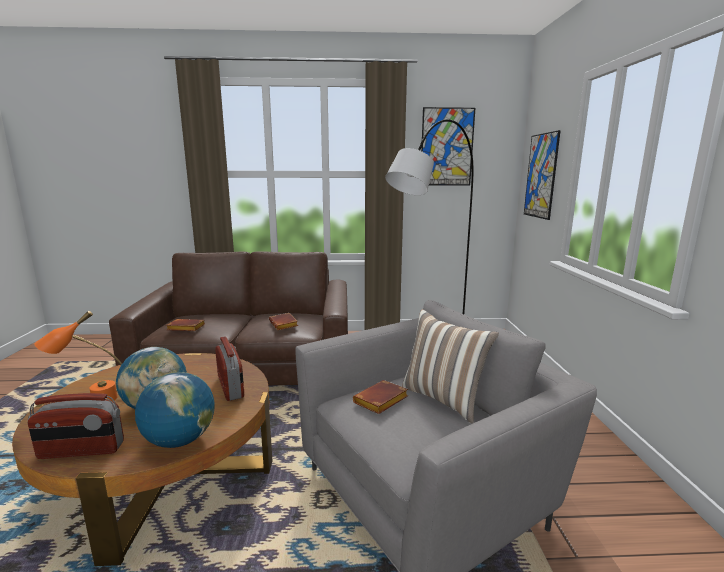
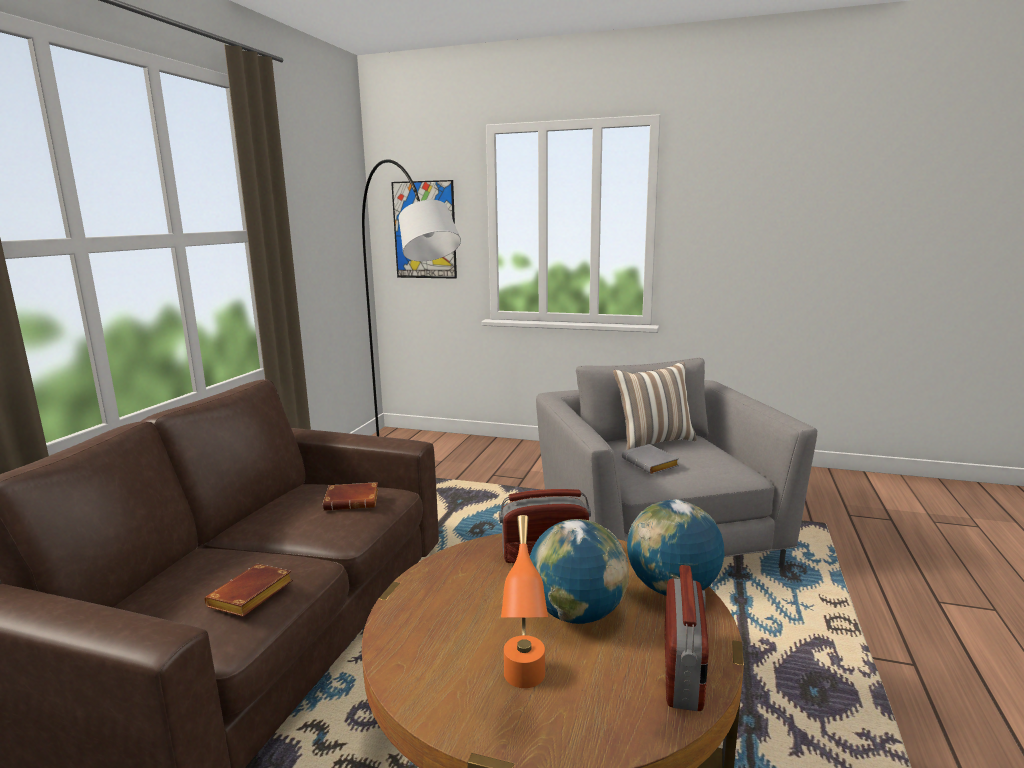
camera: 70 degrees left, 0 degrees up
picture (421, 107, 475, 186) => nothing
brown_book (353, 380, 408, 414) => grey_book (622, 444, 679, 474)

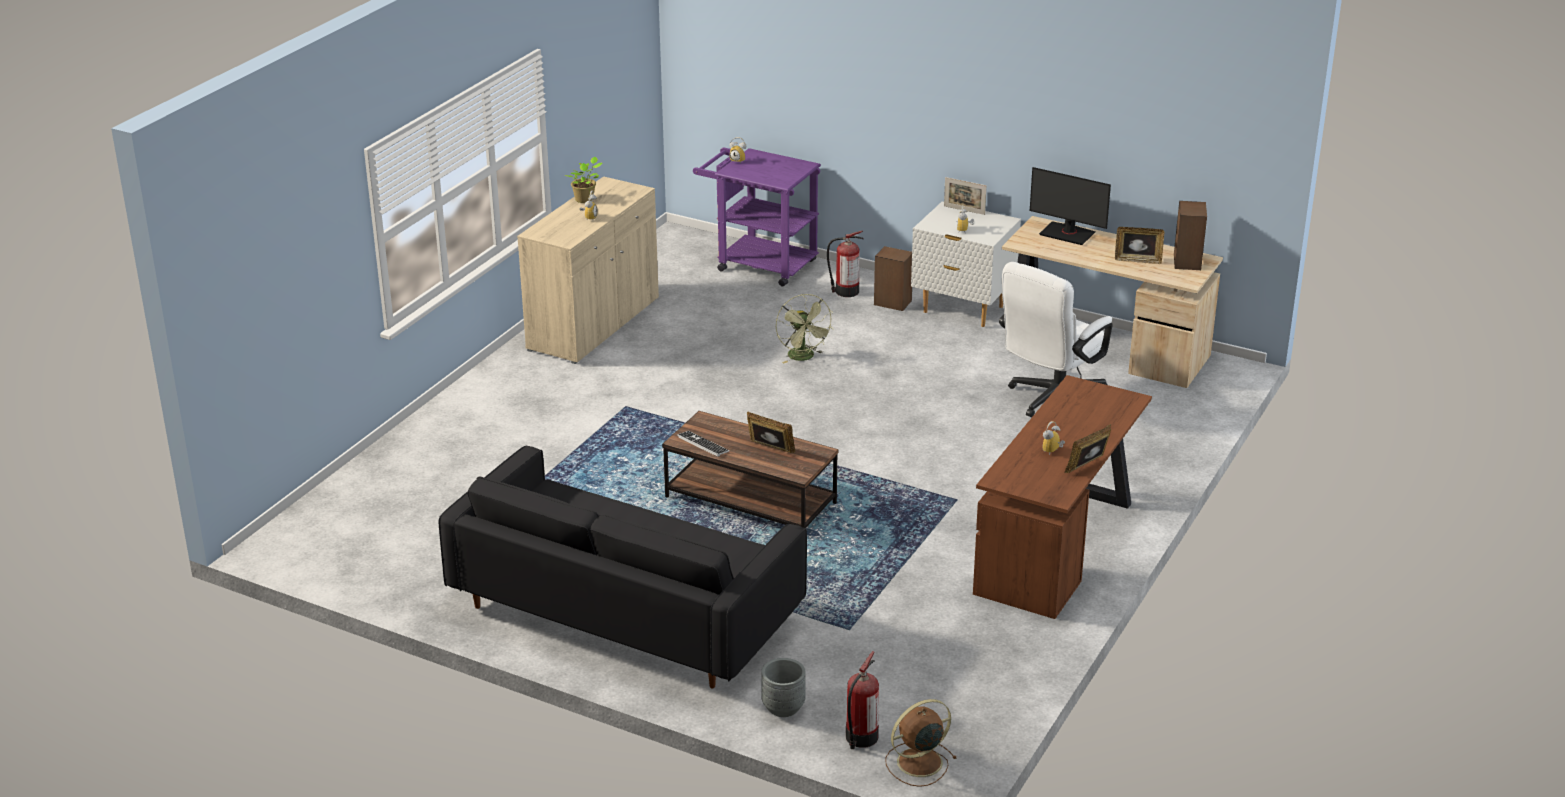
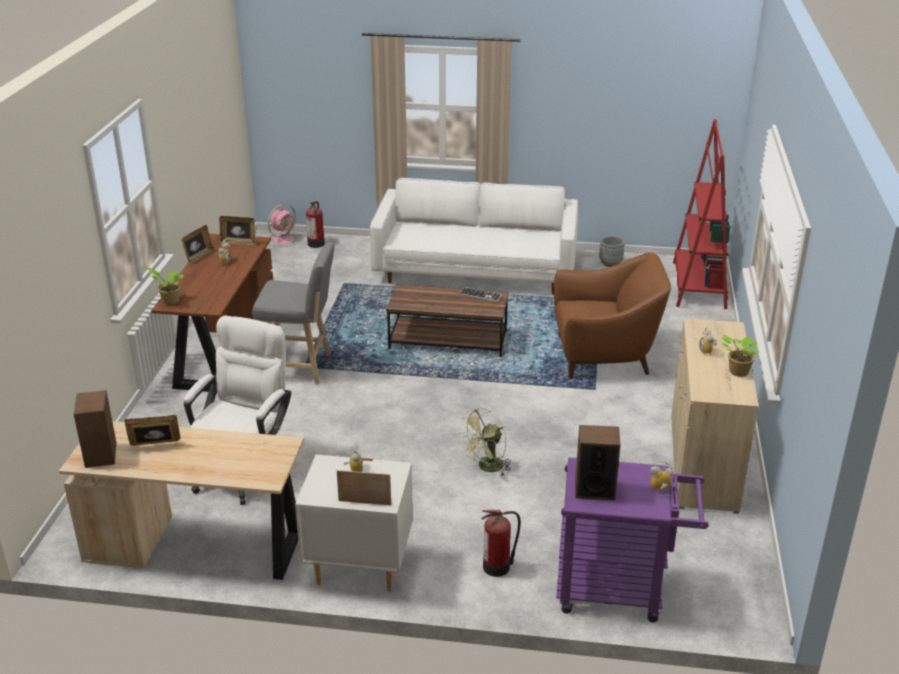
camera: 160 degrees right, 0 degrees up
monitor (1030, 167, 1111, 245) => nothing
nothing => potted_plant (147, 268, 184, 305)
nothing => grey_stool (252, 242, 334, 384)
nothing => brown_armchair (554, 252, 671, 379)
nothing => red_bookcase (673, 119, 730, 309)
picture_frame (747, 412, 795, 453) => picture_frame (219, 216, 255, 246), move
grey_planter (761, 658, 806, 717) => grey_planter (599, 236, 625, 267), move
speaker (874, 246, 912, 311) => speaker (575, 425, 621, 500), move
black_sofa (439, 445, 807, 689) => white_sofa (370, 178, 578, 295)
brown_fan (885, 699, 957, 787) => pink_fan (268, 203, 301, 247)
green_fan (776, 294, 834, 363) => green_fan (460, 408, 511, 475), 90 degrees counterclockwise

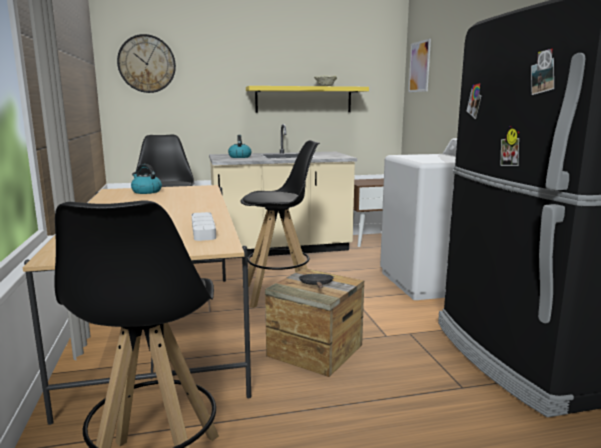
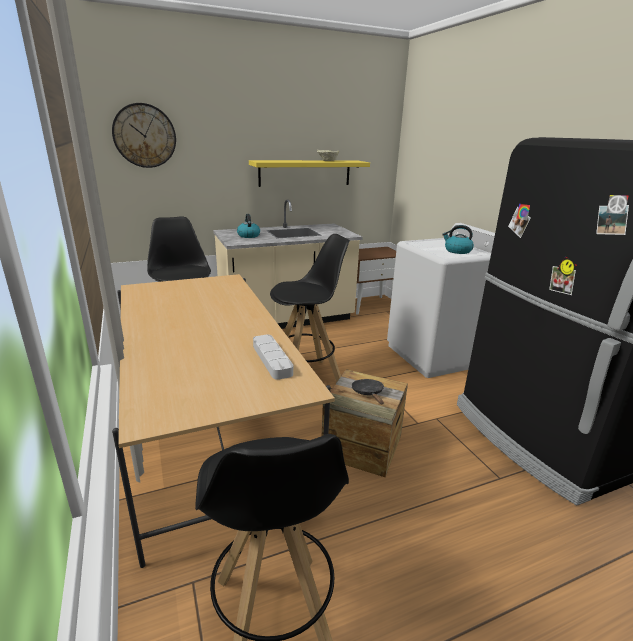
camera: 10 degrees left, 10 degrees up
picture (408, 39, 431, 92) => nothing
kettle (131, 164, 162, 194) => kettle (442, 225, 474, 254), move

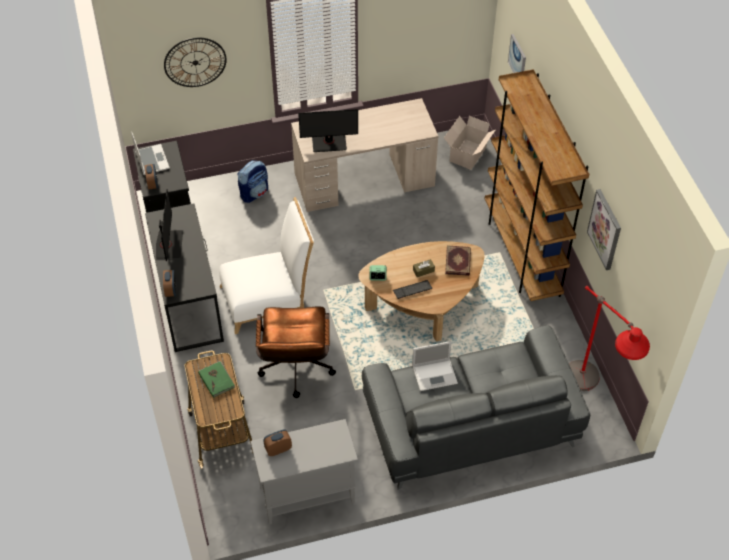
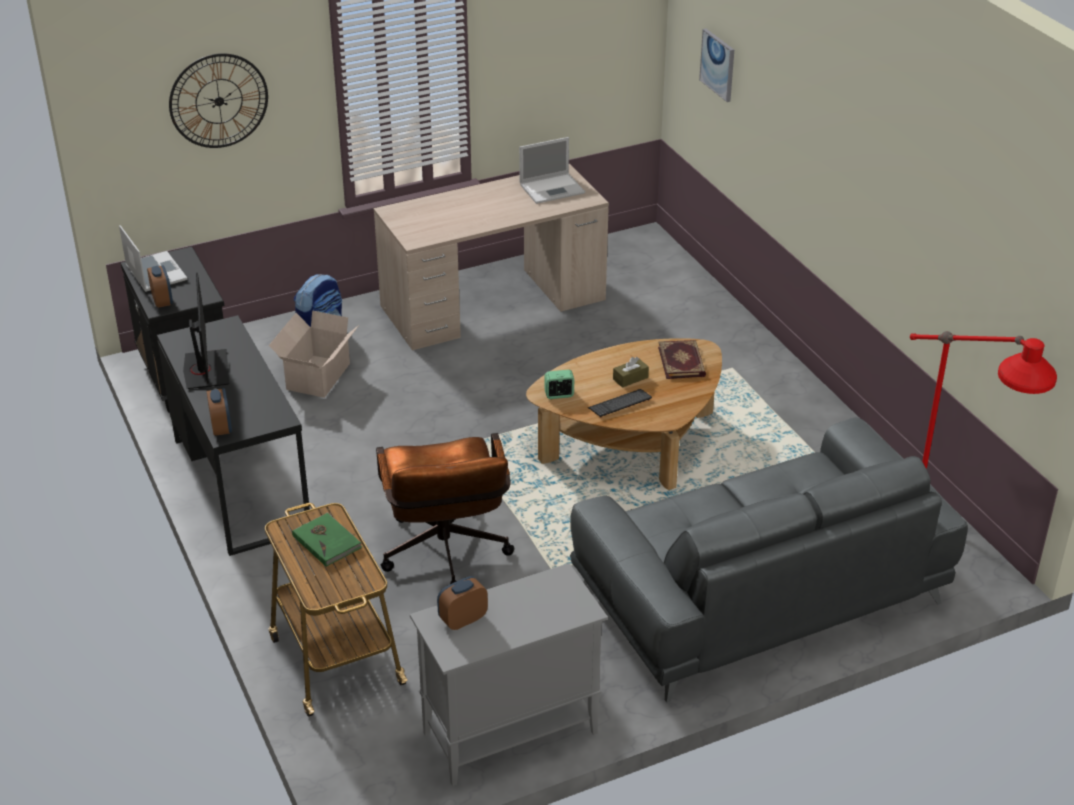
camera: 10 degrees left, 15 degrees down
white_chair (219, 197, 314, 334) => nothing
monitor (298, 109, 358, 152) => nothing
brown_bookcase (485, 69, 589, 301) => nothing
picture (587, 189, 621, 270) => nothing
laptop (412, 341, 458, 391) => laptop (519, 137, 585, 204), move
cardboard_box (444, 116, 496, 170) => cardboard_box (269, 310, 359, 398), move

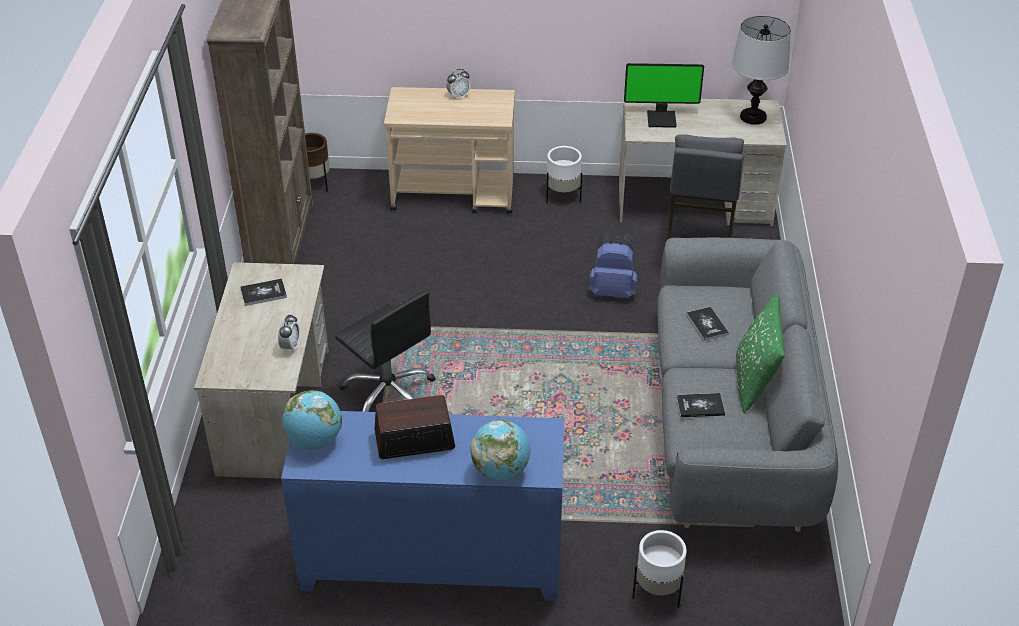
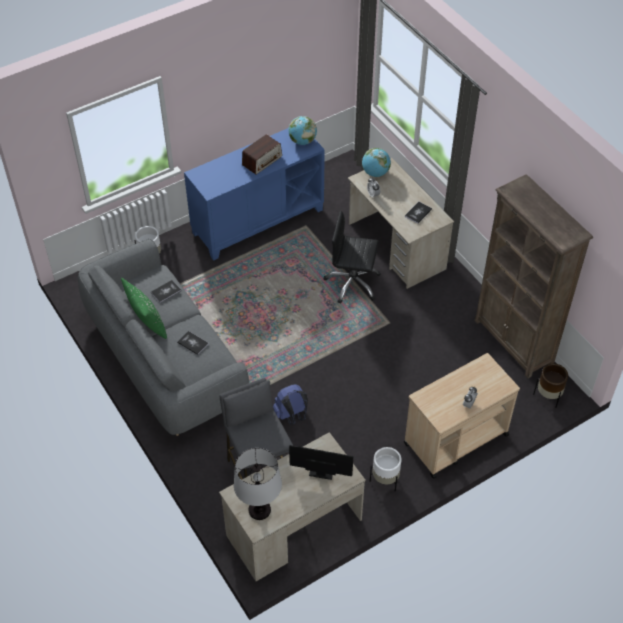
camera: 145 degrees right, 10 degrees up
globe (470, 420, 531, 480) => globe (362, 148, 391, 177), move
monitor (624, 63, 704, 128) => monitor (289, 445, 353, 480), 45 degrees clockwise

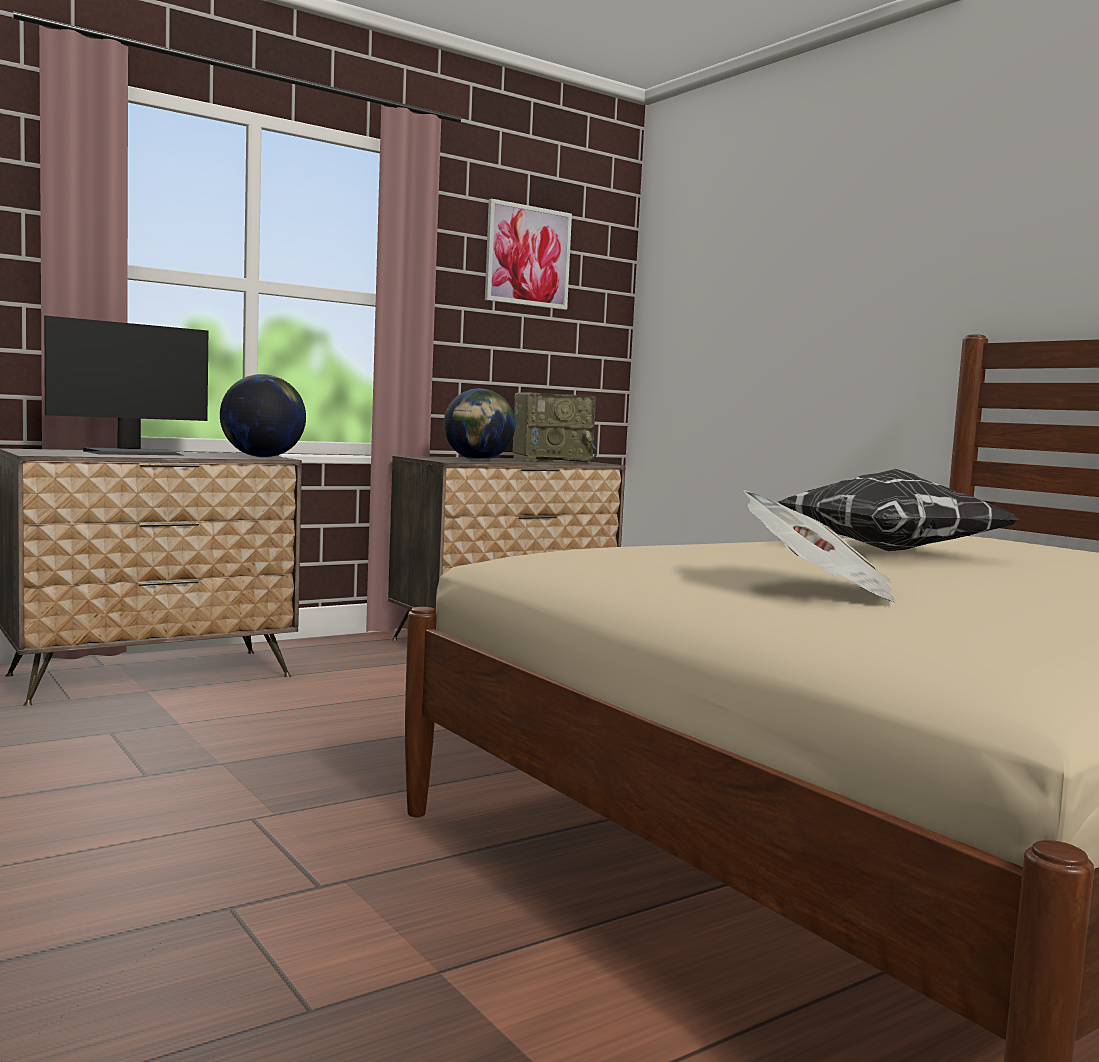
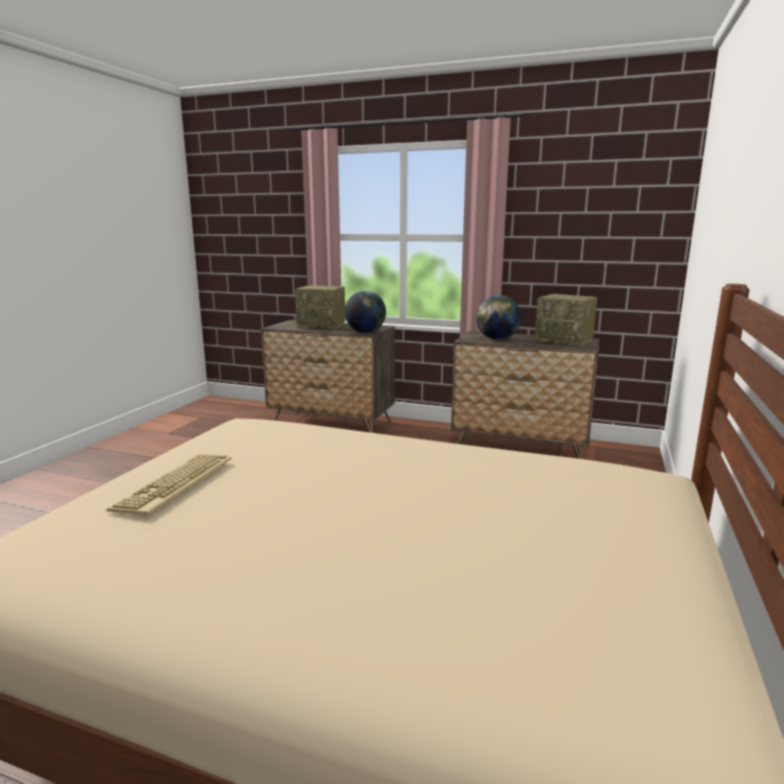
camera: 55 degrees right, 10 degrees up
picture (485, 199, 572, 310) => nothing
pillow (778, 469, 1018, 551) => nothing
monitor (44, 316, 208, 455) => radio (295, 285, 345, 330)
newspaper (743, 490, 897, 602) => keyboard (106, 454, 231, 515)

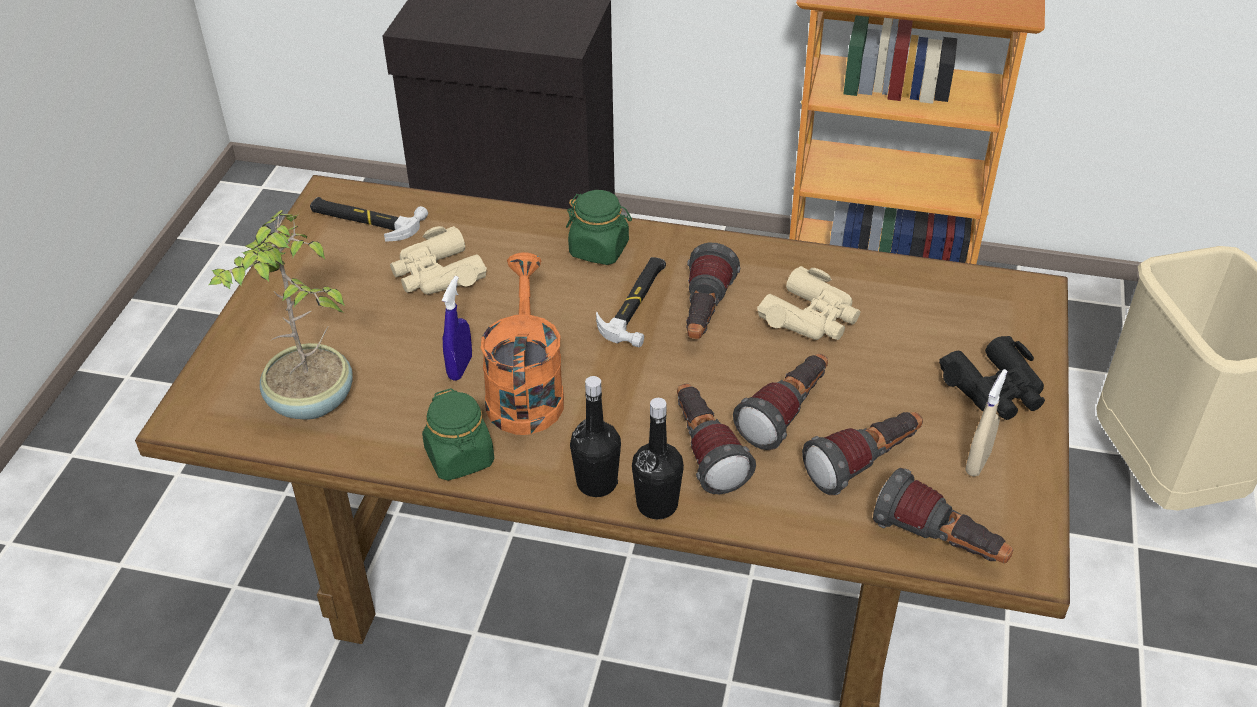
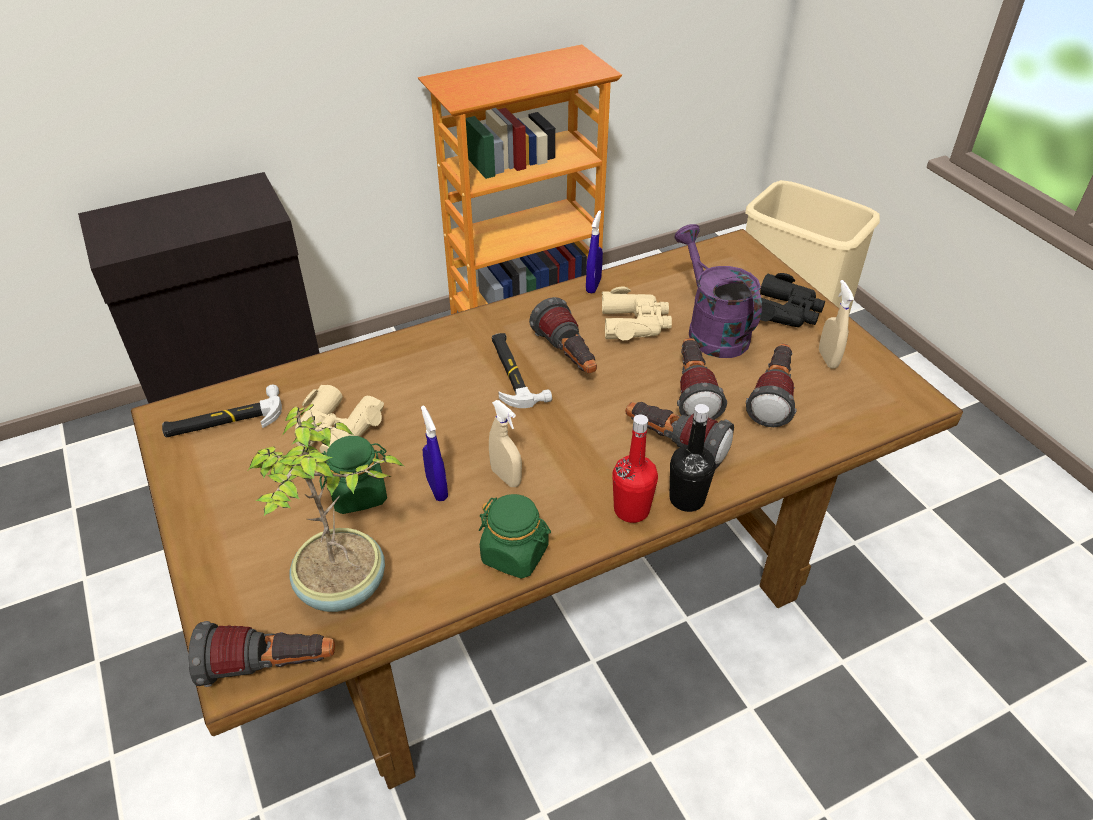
camera: 40 degrees left, 0 degrees up
nothing => blue_spray_bottle (586, 210, 603, 293)
nothing => purple_watering_can (674, 224, 762, 358)
green_jar (566, 190, 632, 265) => green_jar (320, 436, 387, 514), move
flashlight (873, 468, 1013, 563) => flashlight (188, 621, 335, 687), move
orange_watering_can (481, 252, 564, 435) => beige_spray_bottle (489, 400, 522, 487)
black_bottle (570, 376, 621, 497) => red_bottle (612, 415, 658, 523)

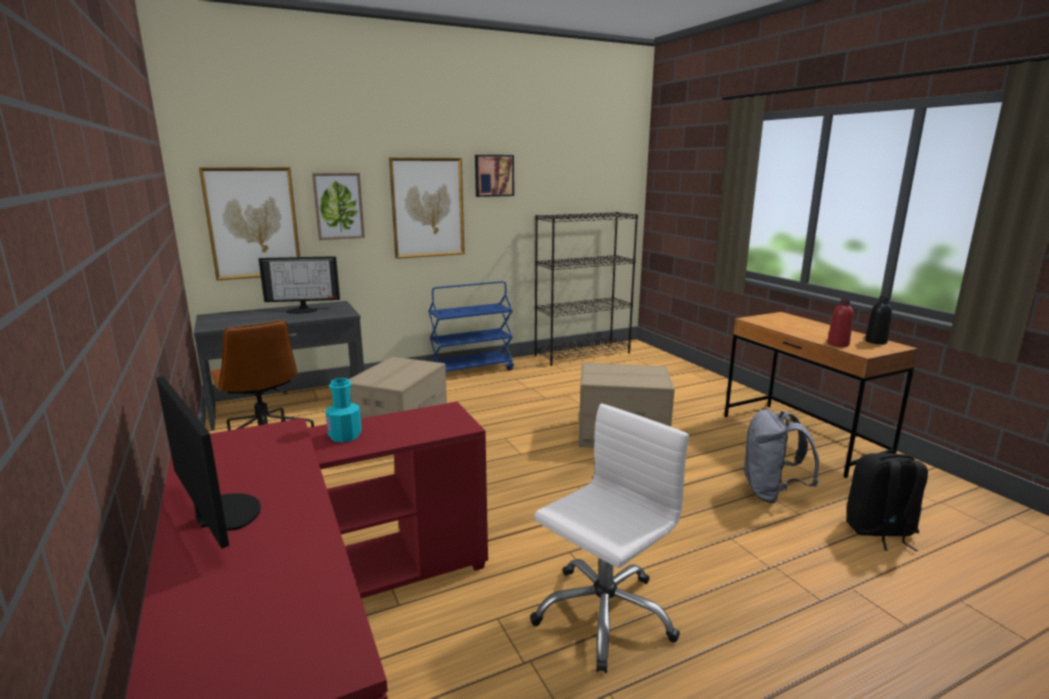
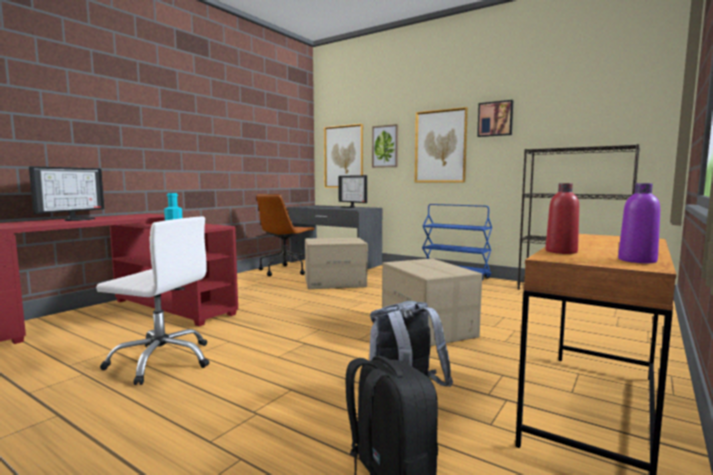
camera: 60 degrees right, 10 degrees down
black_bottle (865, 296, 892, 344) => purple_bottle (618, 183, 660, 263)

